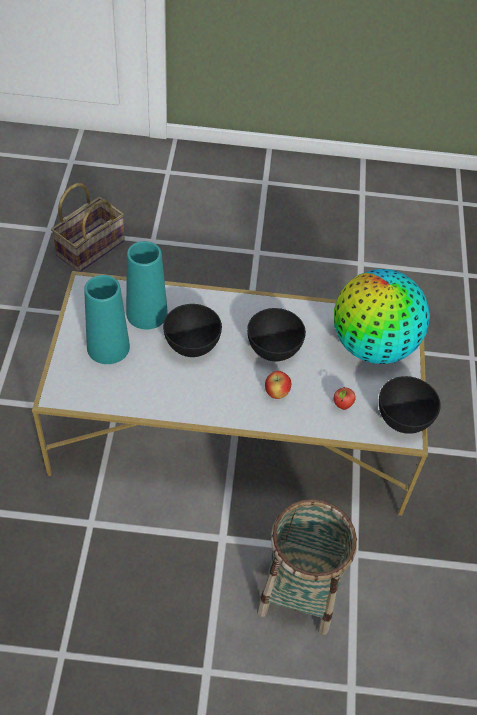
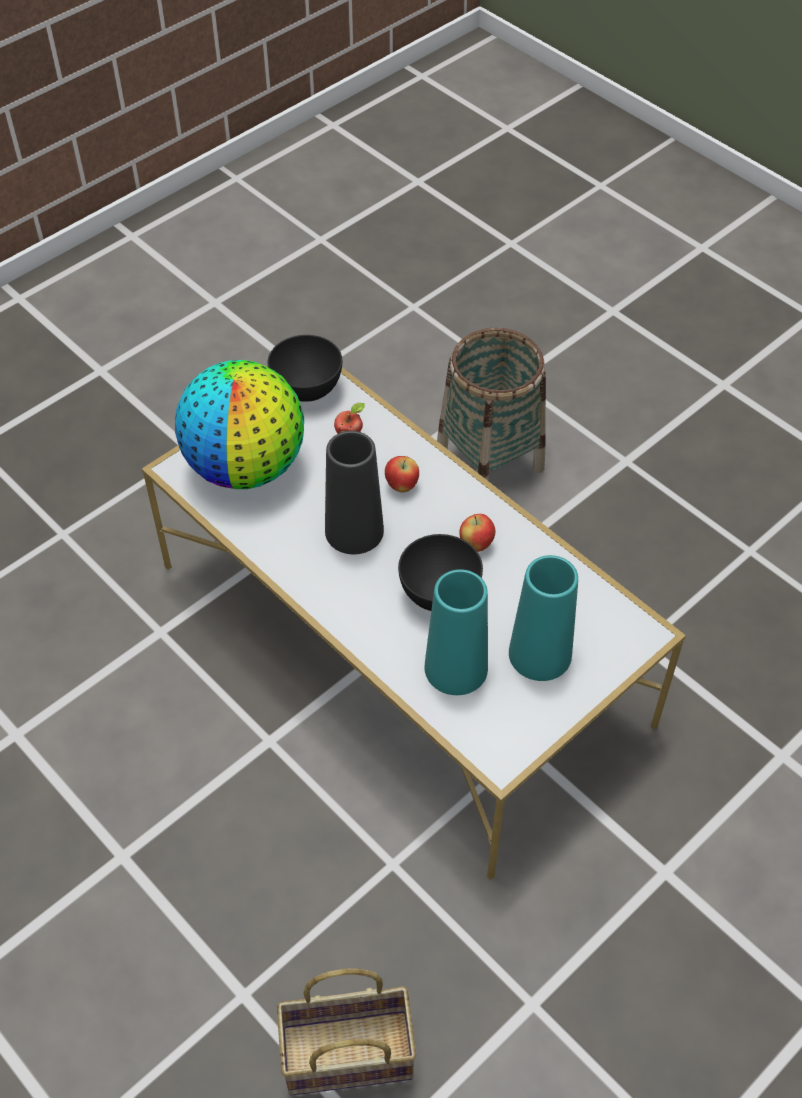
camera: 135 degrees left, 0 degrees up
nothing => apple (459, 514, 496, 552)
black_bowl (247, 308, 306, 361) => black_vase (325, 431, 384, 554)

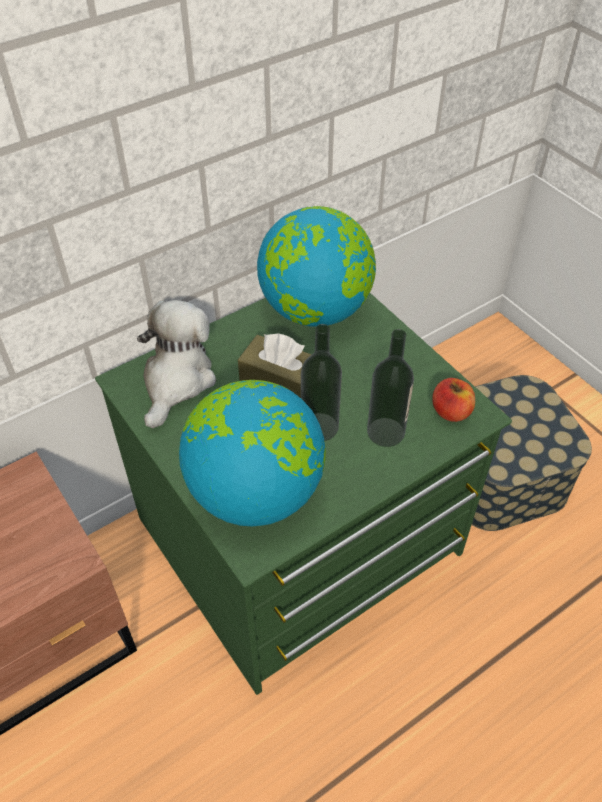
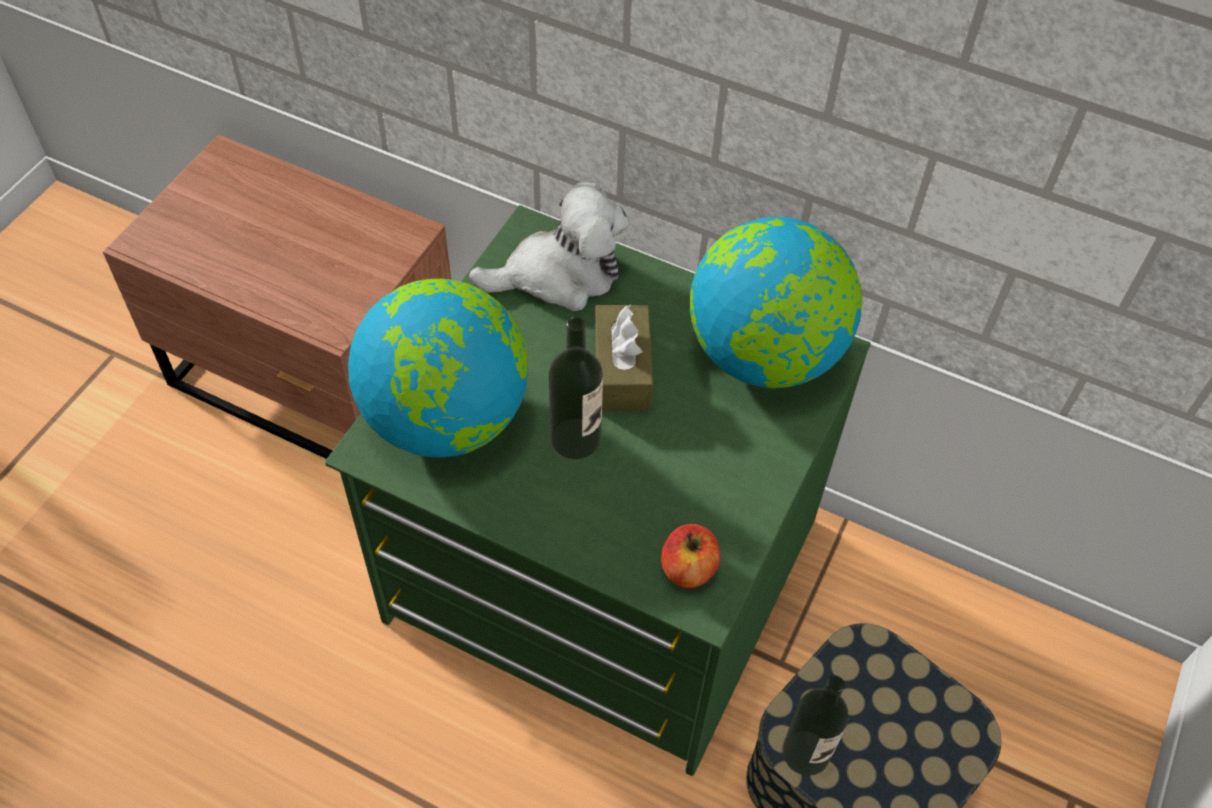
camera: 60 degrees right, 5 degrees up
bottle (367, 329, 414, 447) => bottle (782, 675, 848, 776), move

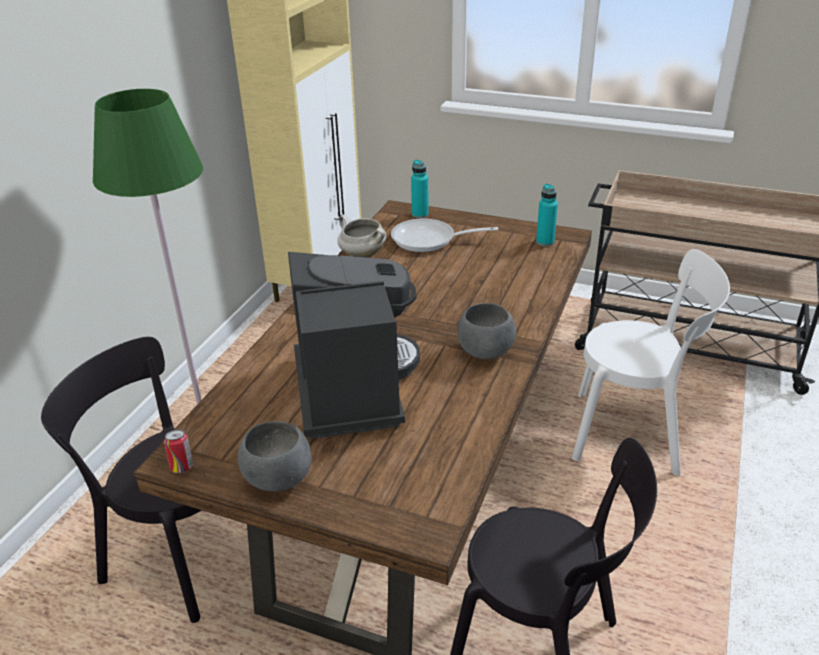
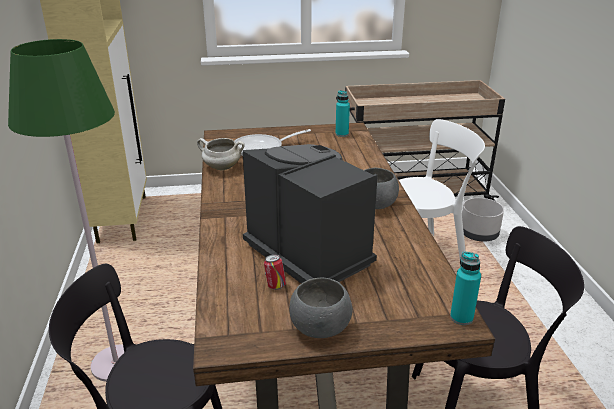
camera: 30 degrees left, 5 degrees down
nothing => grey_planter (462, 198, 504, 242)
can (164, 430, 193, 474) => can (264, 254, 286, 290), move
turquoise_bottle (411, 160, 429, 218) => turquoise_bottle (450, 252, 481, 325), move

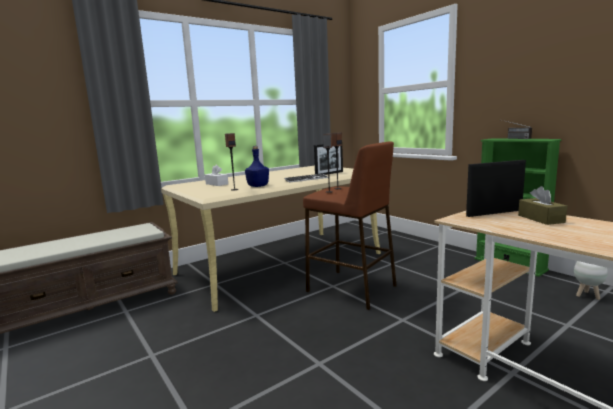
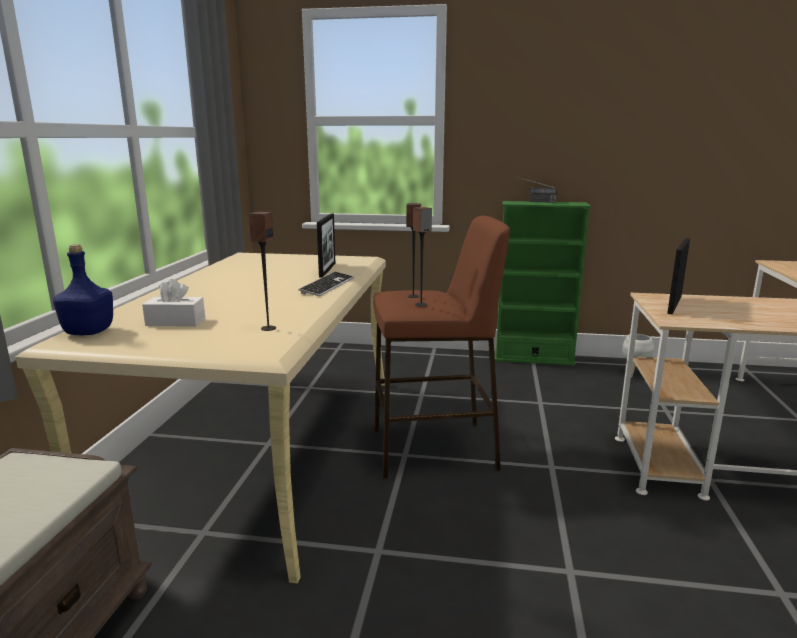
camera: 45 degrees left, 5 degrees up
brown_tissue_box (518, 186, 567, 225) => nothing
blue_bottle (245, 146, 269, 187) => blue_bottle (53, 244, 113, 335), move

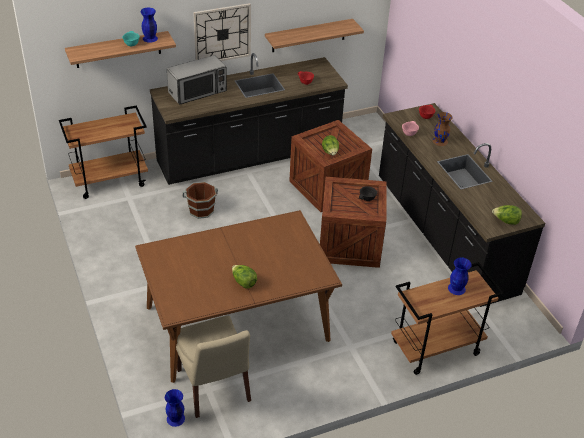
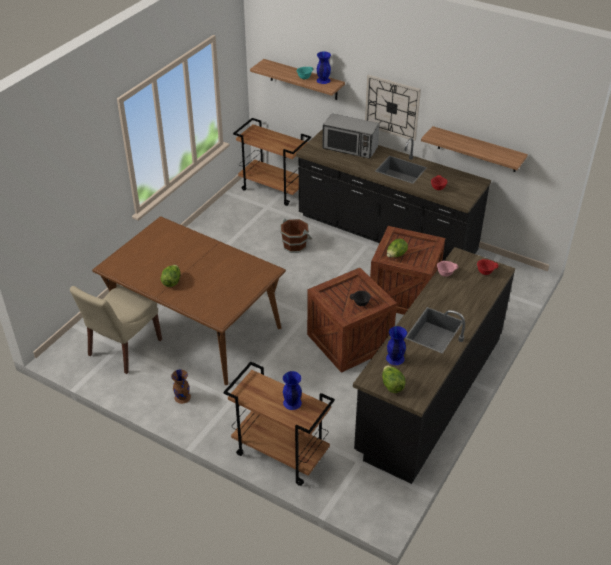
camera: 55 degrees right, 0 degrees up
blue_vase (165, 389, 185, 427) => blue_vase (386, 326, 407, 365), move
brown_vase (433, 112, 453, 146) => brown_vase (171, 369, 191, 404), move

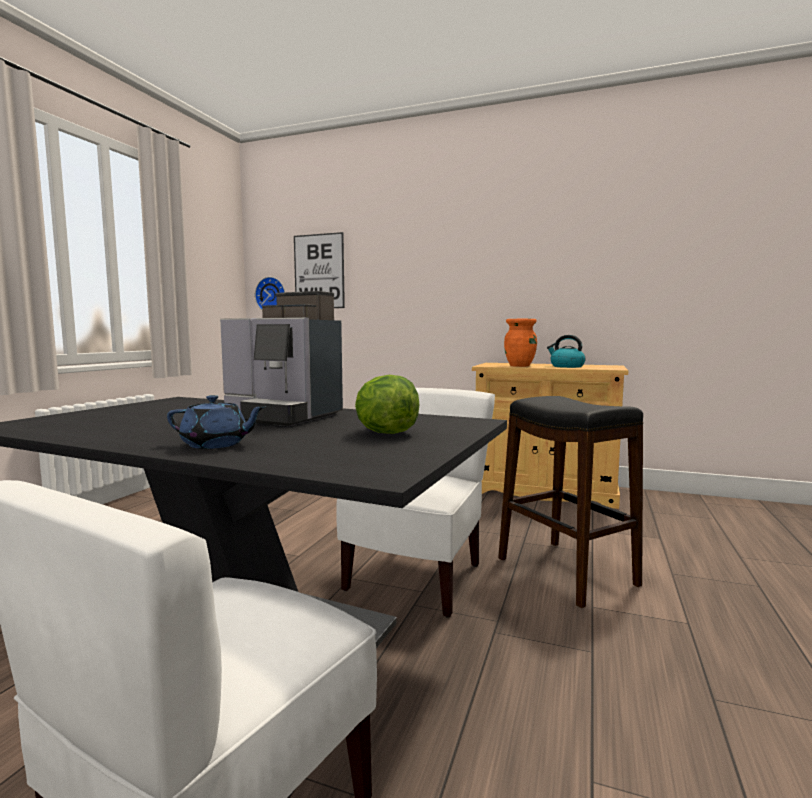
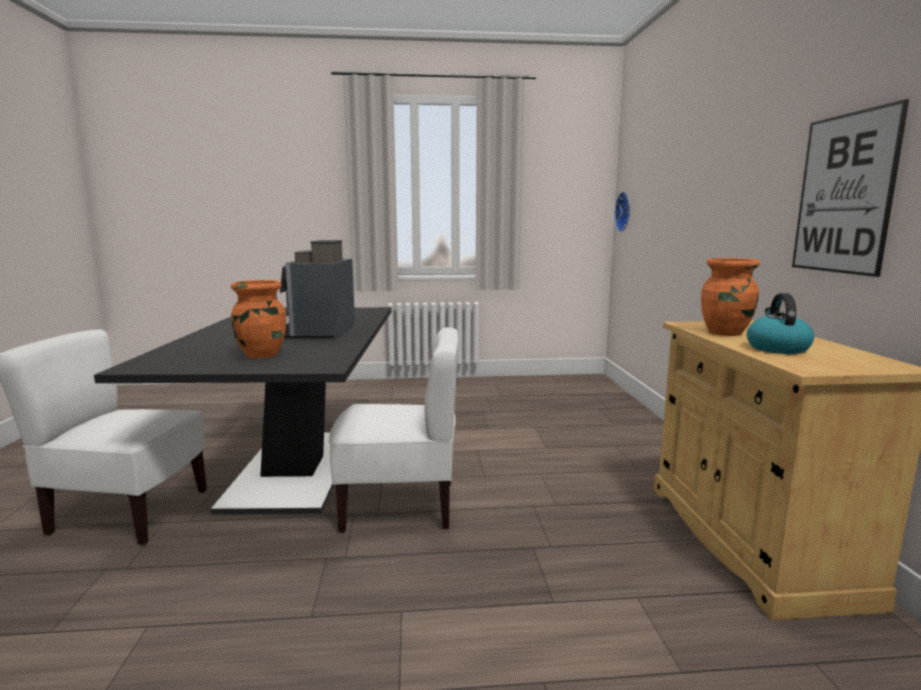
camera: 65 degrees right, 5 degrees up
blue_teapot (167, 395, 265, 449) => nothing
black_stool (498, 396, 643, 608) => nothing
picture (294, 232, 345, 308) => picture (792, 99, 909, 277), move
lettuce (355, 375, 419, 434) => orange_vase (231, 280, 286, 358)

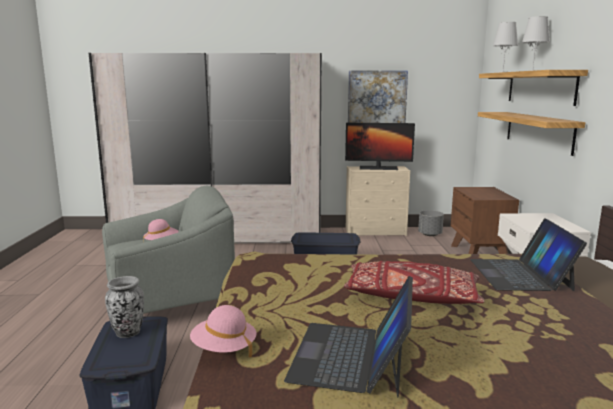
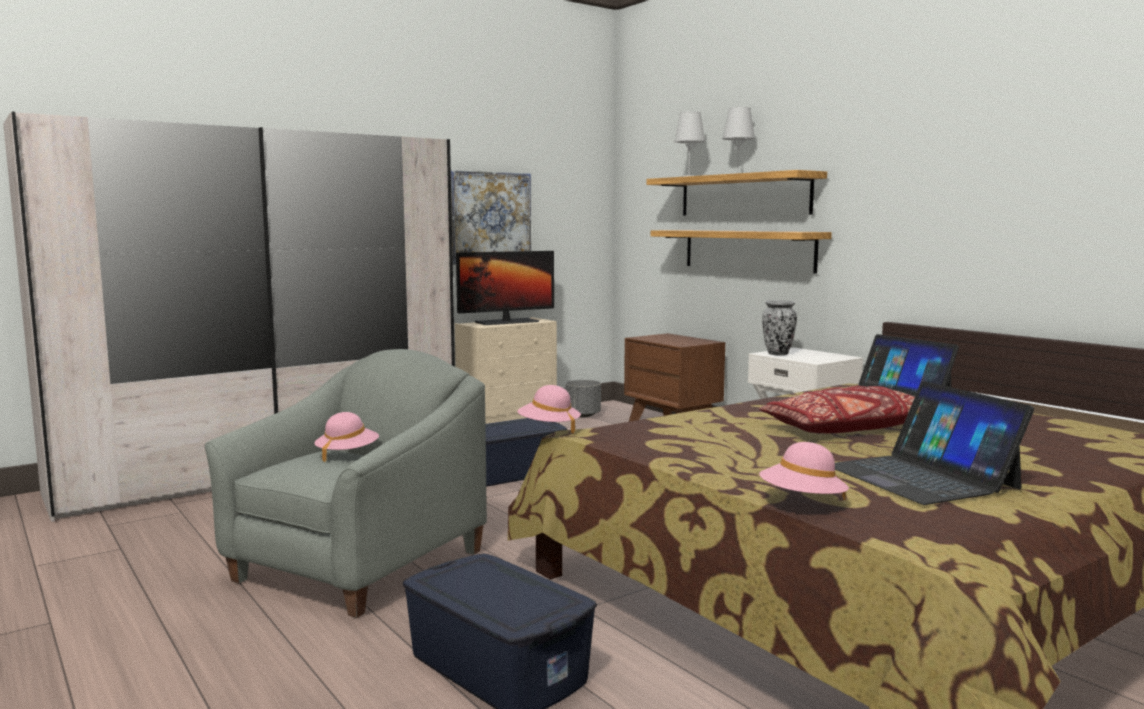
camera: 35 degrees left, 5 degrees down
nothing => pink_hat (518, 385, 581, 433)
vase (105, 276, 144, 338) => vase (762, 300, 797, 355), move

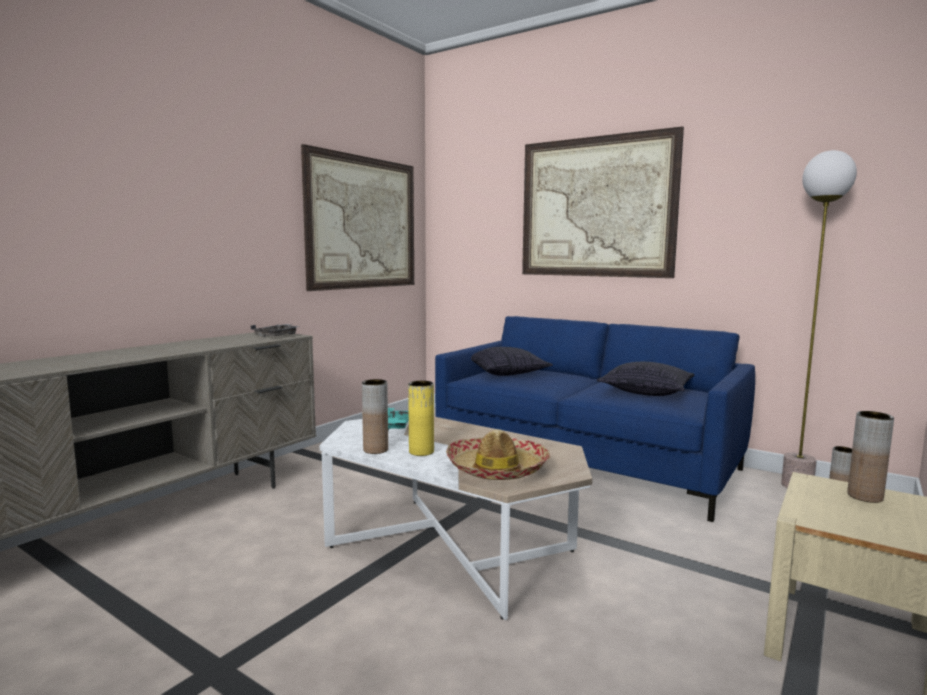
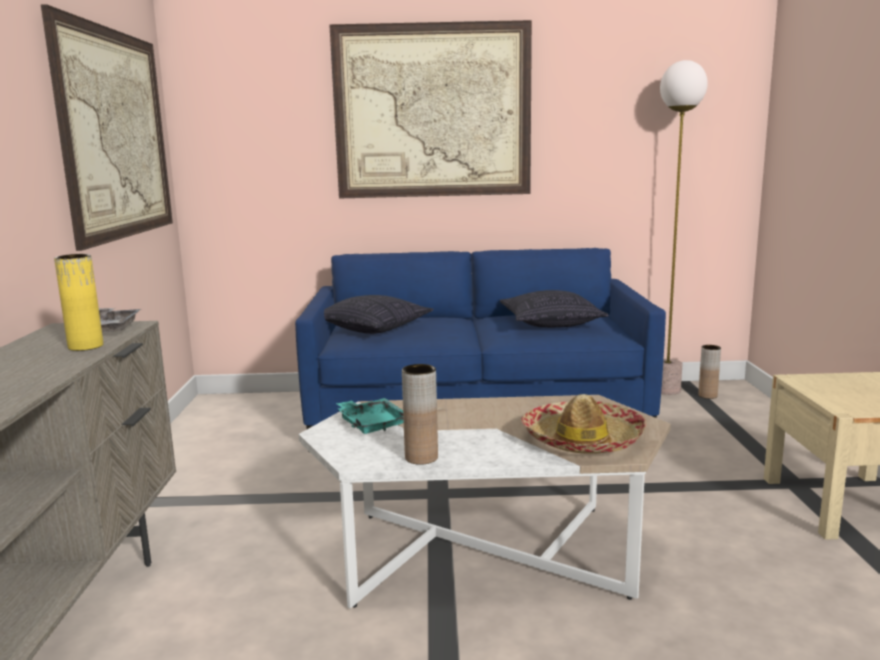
camera: 35 degrees left, 5 degrees up
brown_vase (847, 411, 894, 503) => nothing
yellow_vase (408, 381, 434, 456) => yellow_vase (54, 254, 103, 351), move

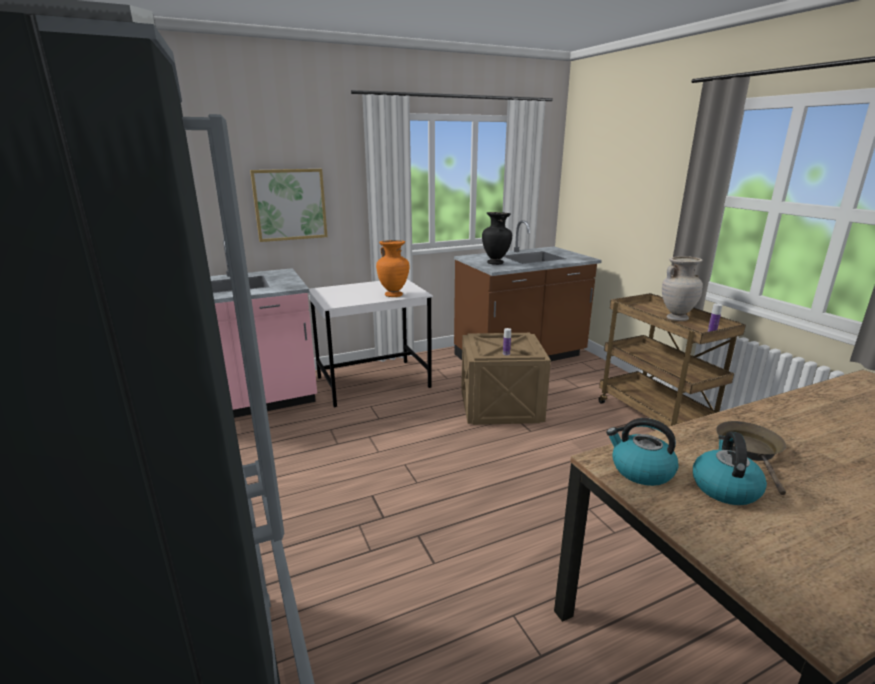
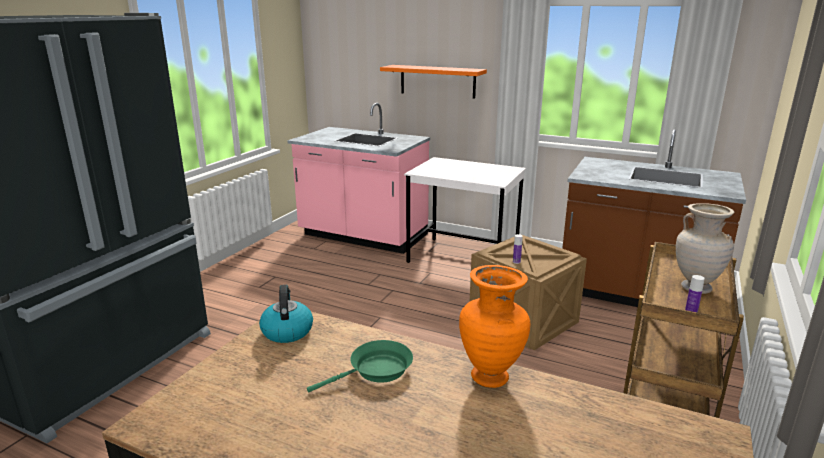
camera: 50 degrees right, 0 degrees up
black_vase (482, 212, 512, 265) => nothing
kettle (693, 431, 767, 505) => nothing
orange_vase (376, 240, 409, 297) => orange_vase (459, 265, 530, 388), move
picture (250, 169, 328, 242) => orange_shelf (380, 65, 487, 99)
brown_frying_pan (716, 421, 786, 495) => green_frying_pan (307, 340, 413, 393)

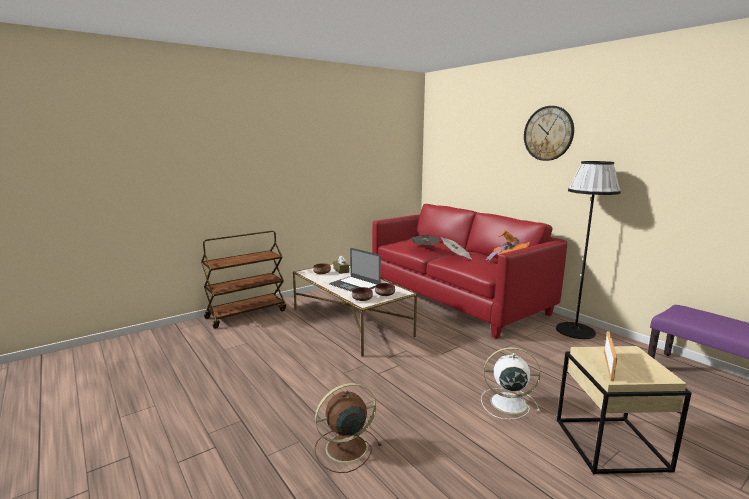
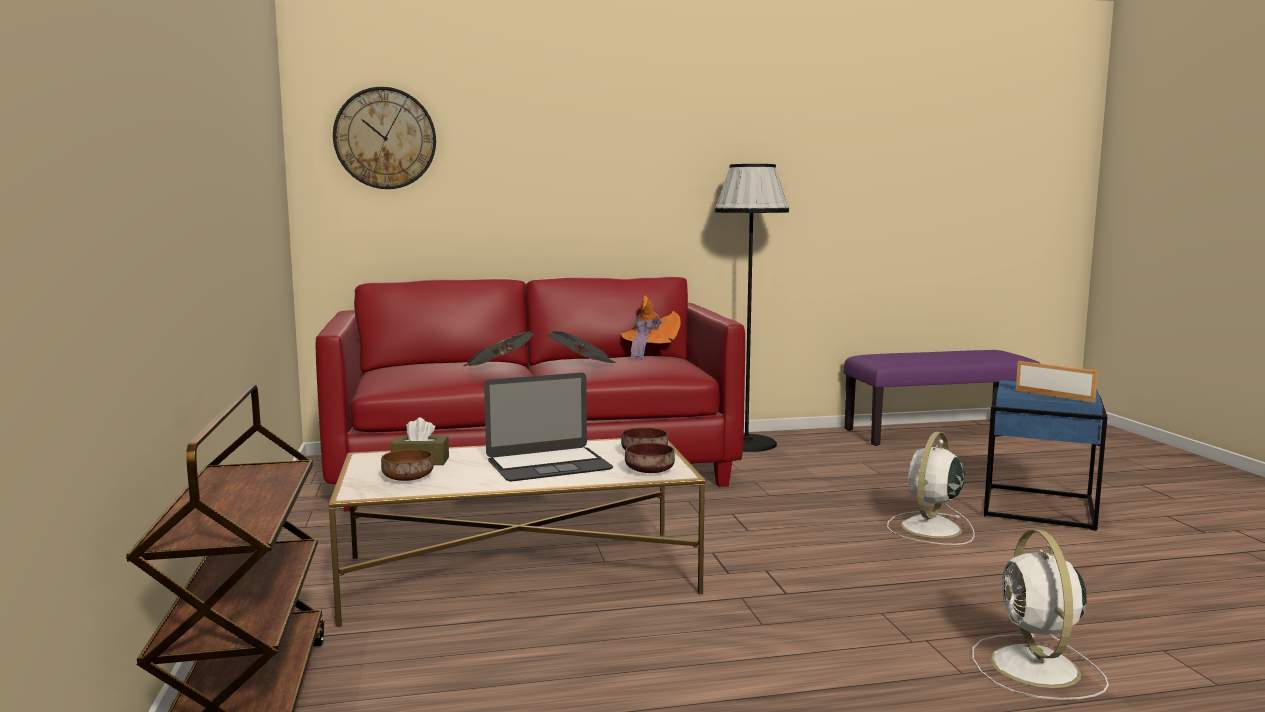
camera: 65 degrees left, 5 degrees down
wall_clock (524, 106, 574, 161) => wall_clock (333, 87, 436, 189), move
brown_fan (315, 383, 381, 473) => white_fan (972, 530, 1109, 700)
beige_side_table (557, 346, 692, 475) => blue_side_table (984, 380, 1107, 531)

